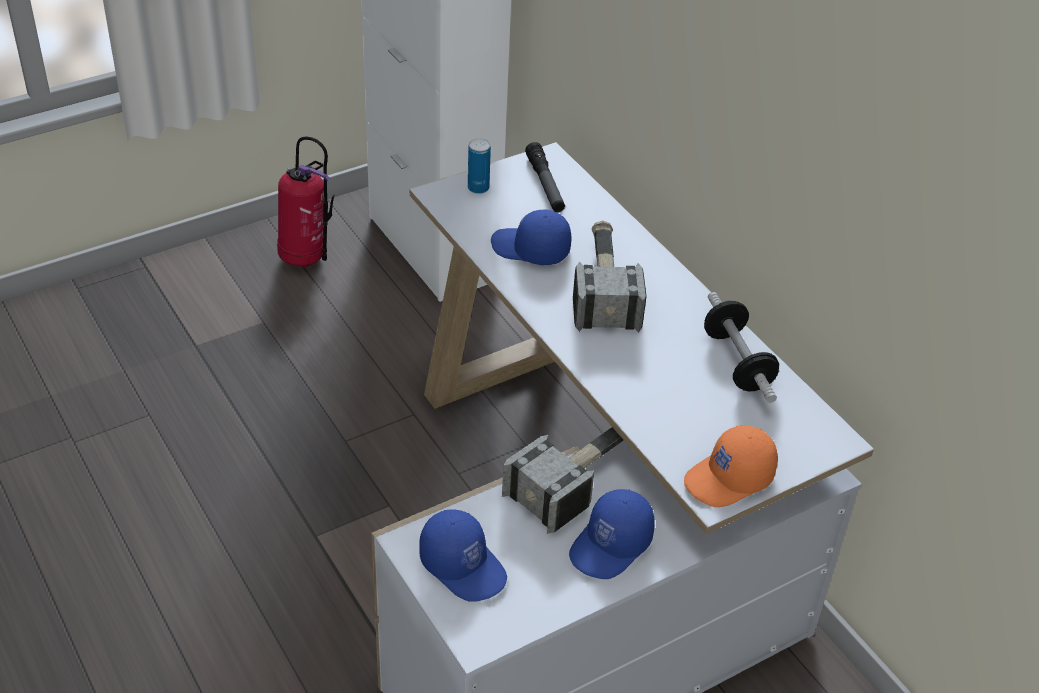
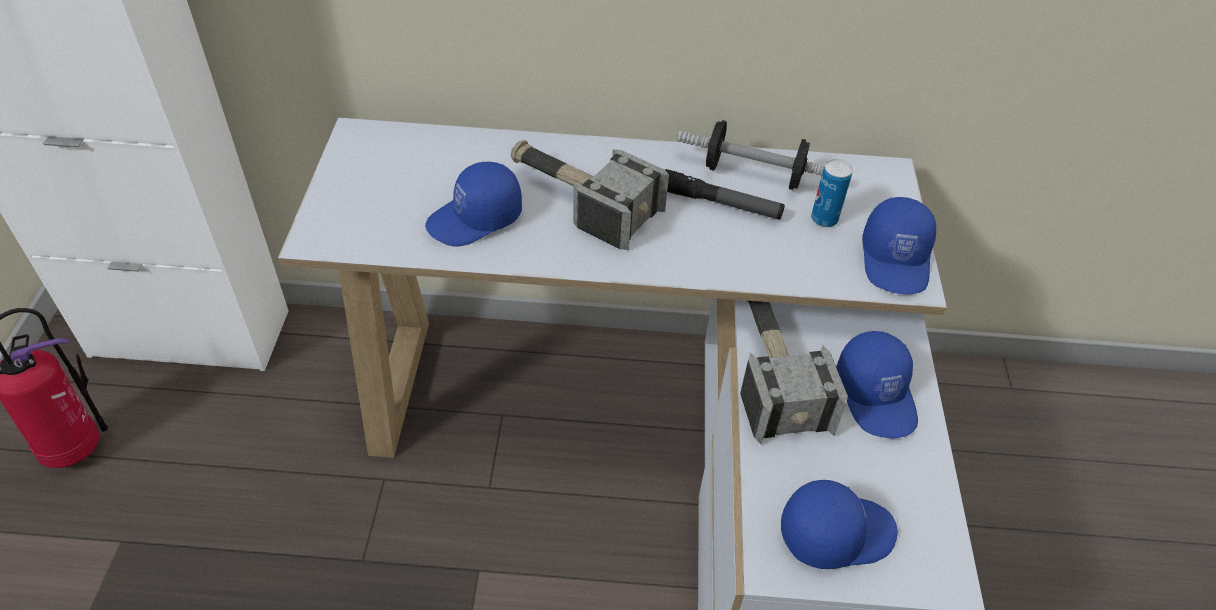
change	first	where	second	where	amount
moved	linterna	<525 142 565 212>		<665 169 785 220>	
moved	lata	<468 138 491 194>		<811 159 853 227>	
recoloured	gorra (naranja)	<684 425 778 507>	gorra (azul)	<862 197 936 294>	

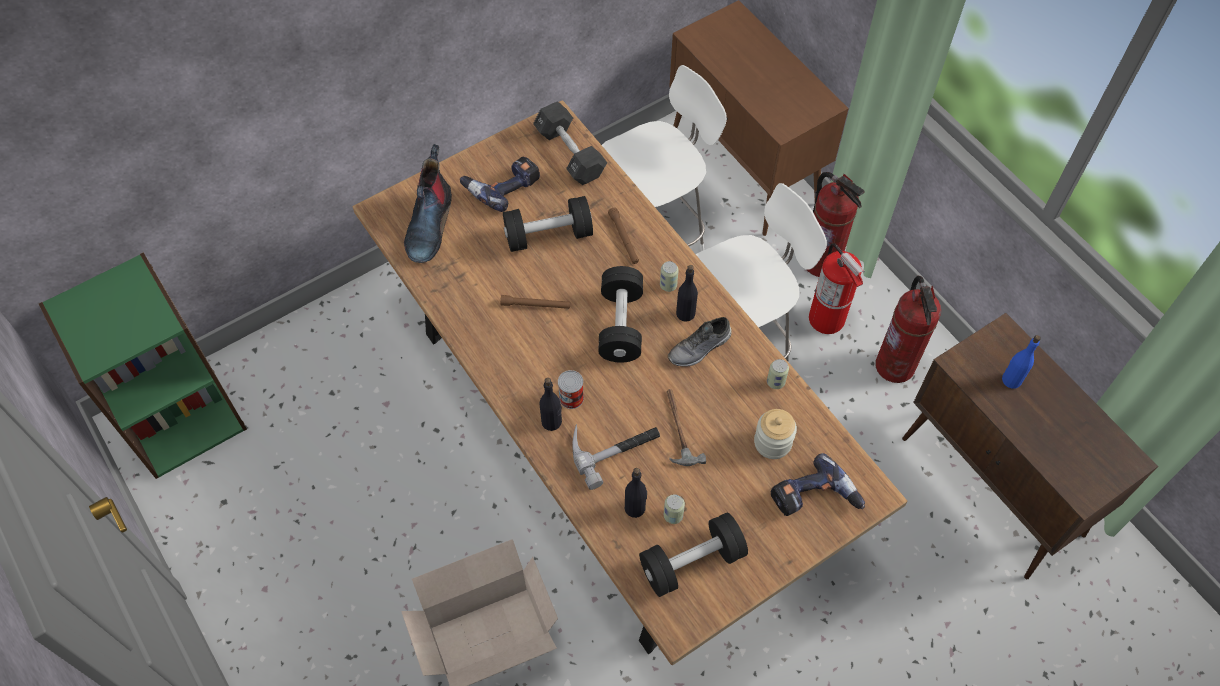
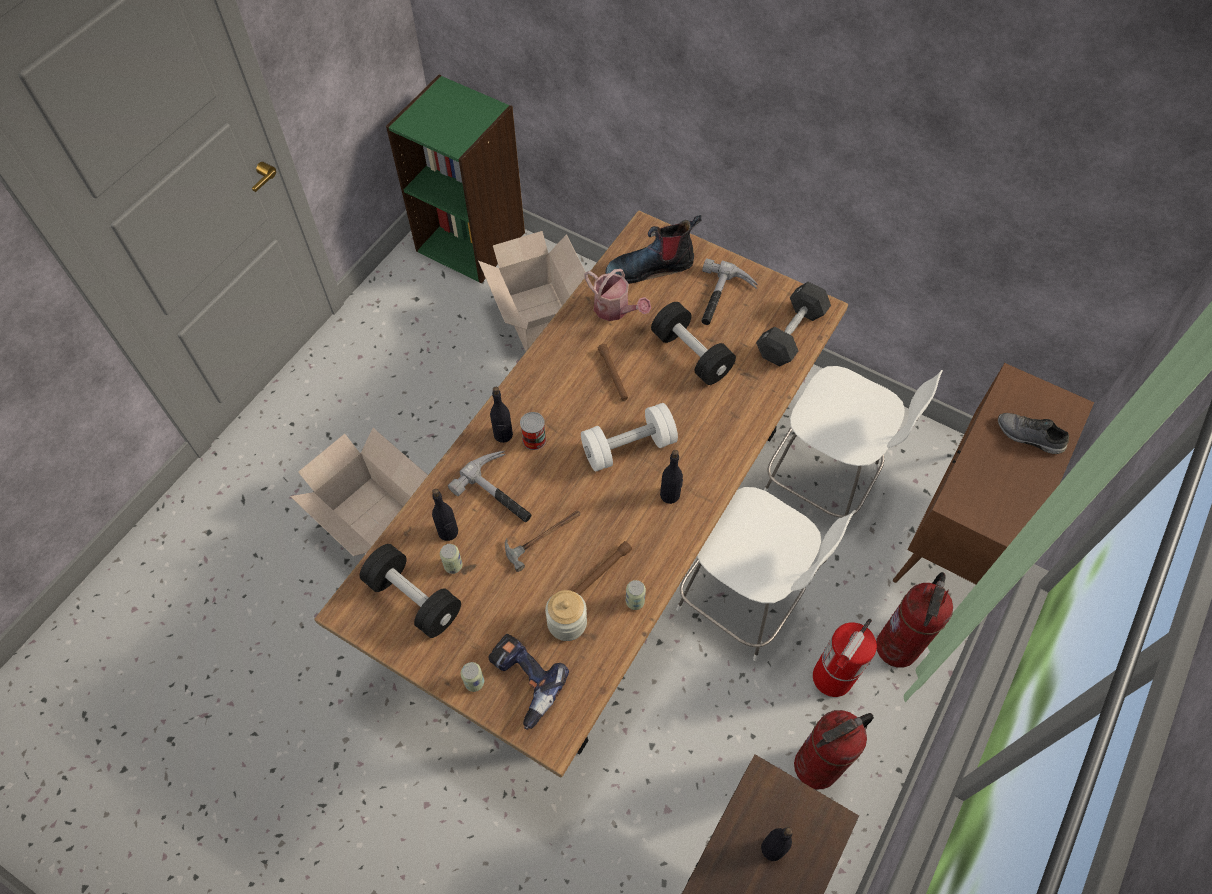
change	first	where	second	where	amount
moved	lata	<660 261 679 292>		<461 662 484 692>	
added			caja de cartón	<478 231 586 351>	
moved	linterna (marrón)	<608 208 639 264>		<573 541 632 595>	
recoloured	mancuerna (negro)	<598 266 643 363>	mancuerna (blanco)	<581 403 678 472>	
added			regadera	<584 269 651 321>	
replaced	taladro	<460 157 540 212>	martillo	<701 258 758 325>	
recoloured	botella (azul)	<1002 335 1041 389>	botella (negro)	<761 827 792 861>	
moved	zapato (gris)	<668 317 732 367>		<998 413 1069 454>	

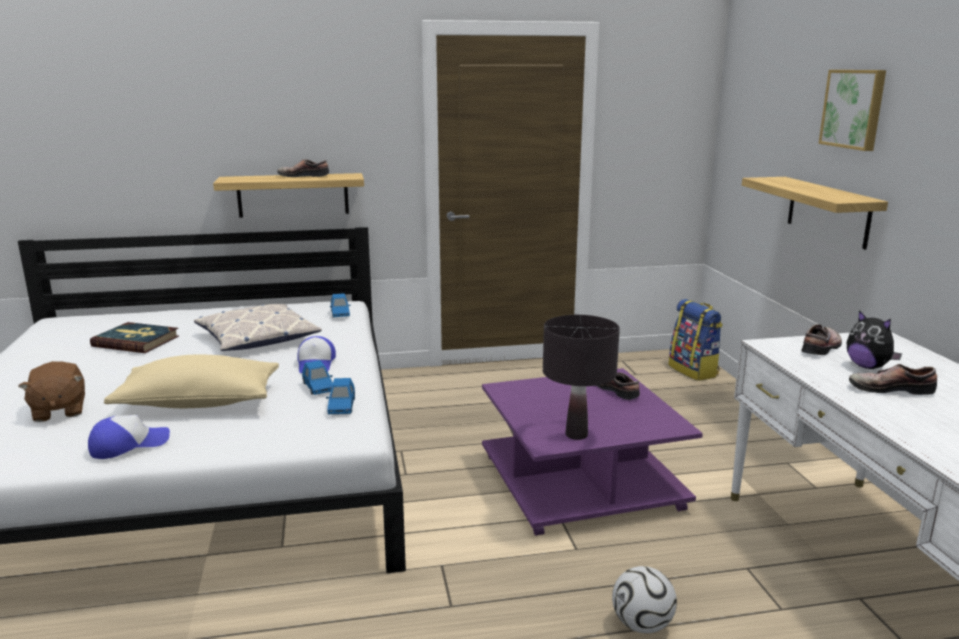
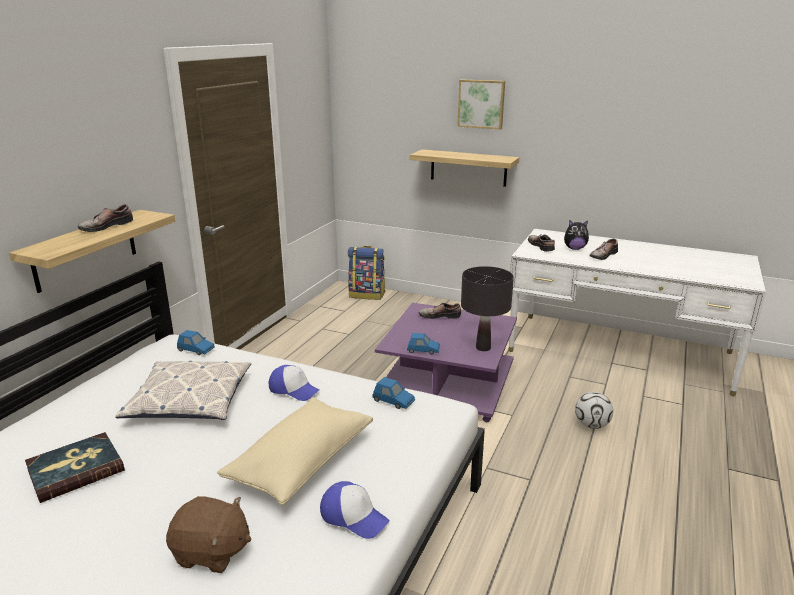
change	first	where	second	where	amount
turned	gorra	<88 415 170 459>		<320 481 390 539>	120 degrees clockwise
moved	coche de juguete (azul)	<302 360 333 395>		<407 333 440 354>	

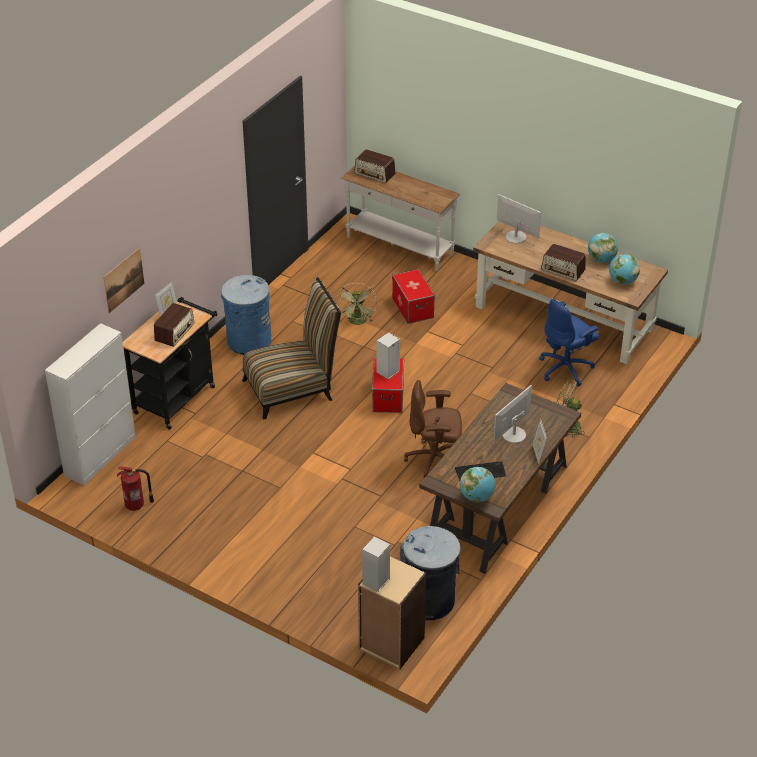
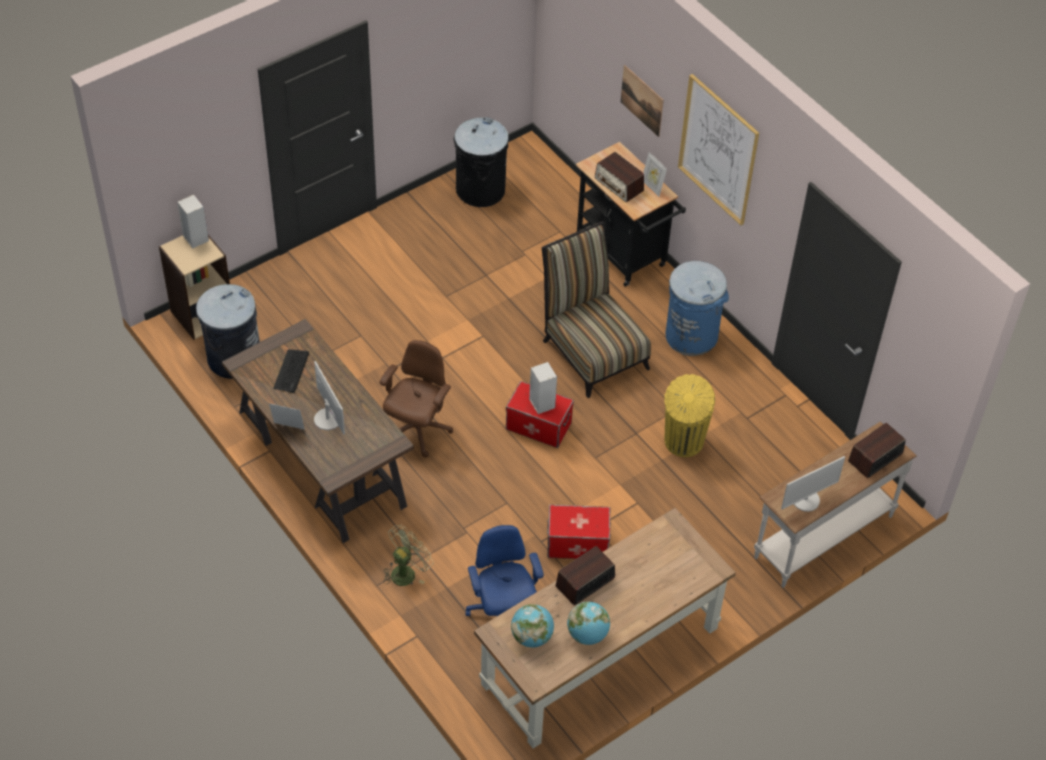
change	first	where	second	where	amount
replaced	extintor	<117 467 154 511>	papelera (negro)	<454 117 508 207>	
turned	silla	<242 277 341 420>		<541 221 651 398>	150 degrees clockwise
moved	caja de almacenaje	<392 269 435 324>		<547 505 611 559>	
replaced	ventilador (verde)	<337 283 377 325>	papelera (amarillo)	<664 374 715 457>	
added			cuadro	<678 74 759 225>	
moved	monitor	<497 194 541 244>		<781 456 845 512>	
removed	armario (blanco)	<45 323 136 485>			
removed	globo terráqueo	<460 467 495 502>			

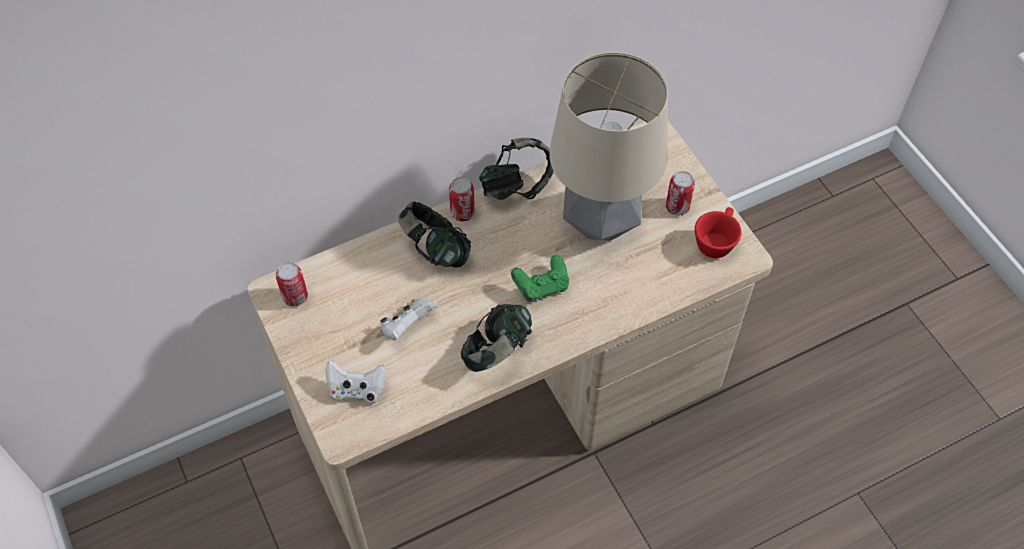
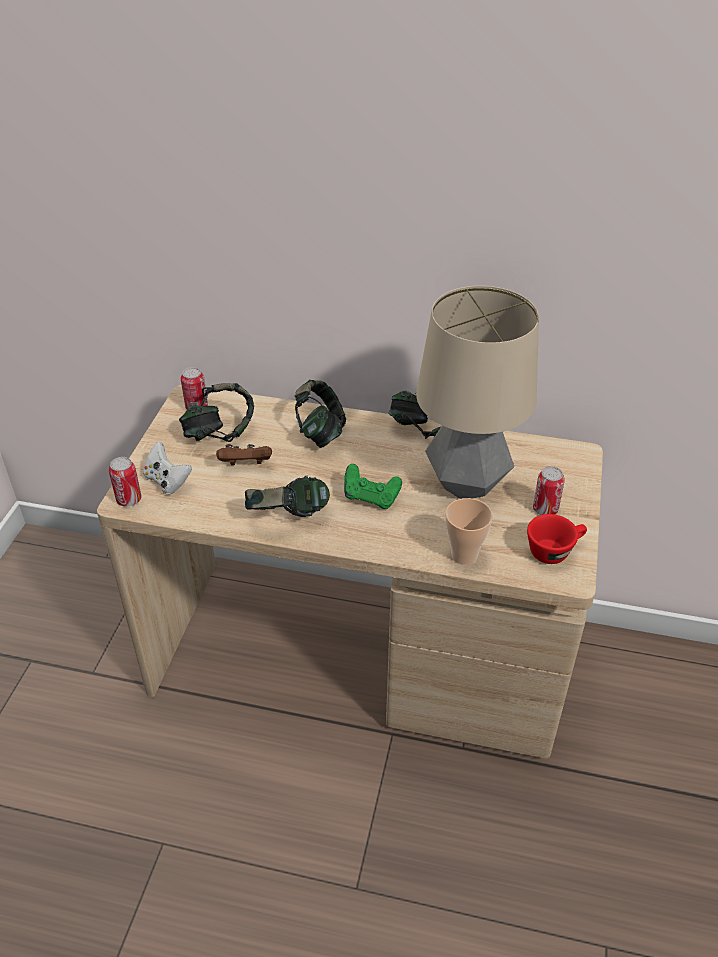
change	first	where	second	where	amount
moved	lata	<449 177 475 221>		<109 457 142 506>	
added			auriculares	<179 383 254 442>	
recoloured	mando de consola (blanco)	<380 298 437 340>	mando de consola (marrón)	<216 444 272 465>	
added			taza	<445 498 493 565>	

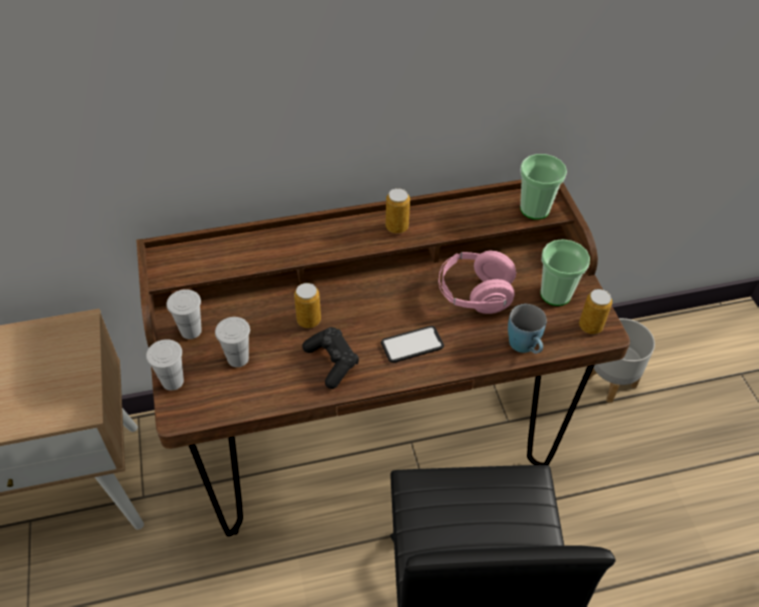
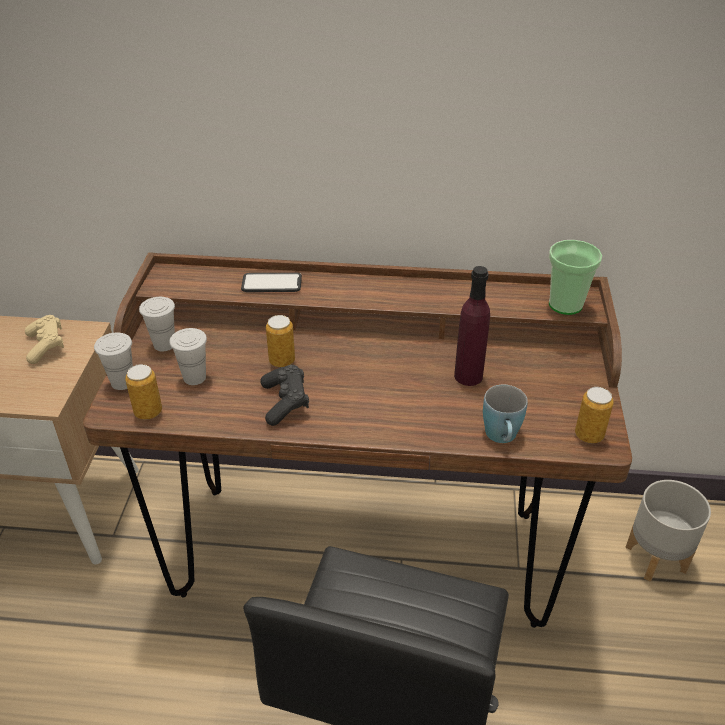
change	first	where	second	where	amount
added			mando de consola (beis)	<25 315 64 364>	
moved	lata	<386 188 410 234>		<125 364 162 420>	
moved	móvil	<381 326 444 363>		<241 273 302 292>	
replaced	auriculares (rosa)	<439 251 516 314>	botella (morado)	<454 266 490 386>	
removed	taza	<540 239 590 306>			

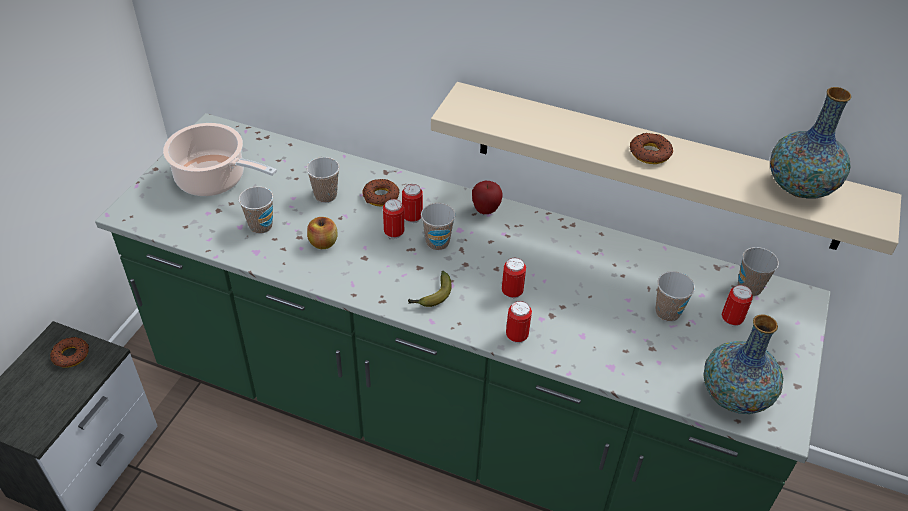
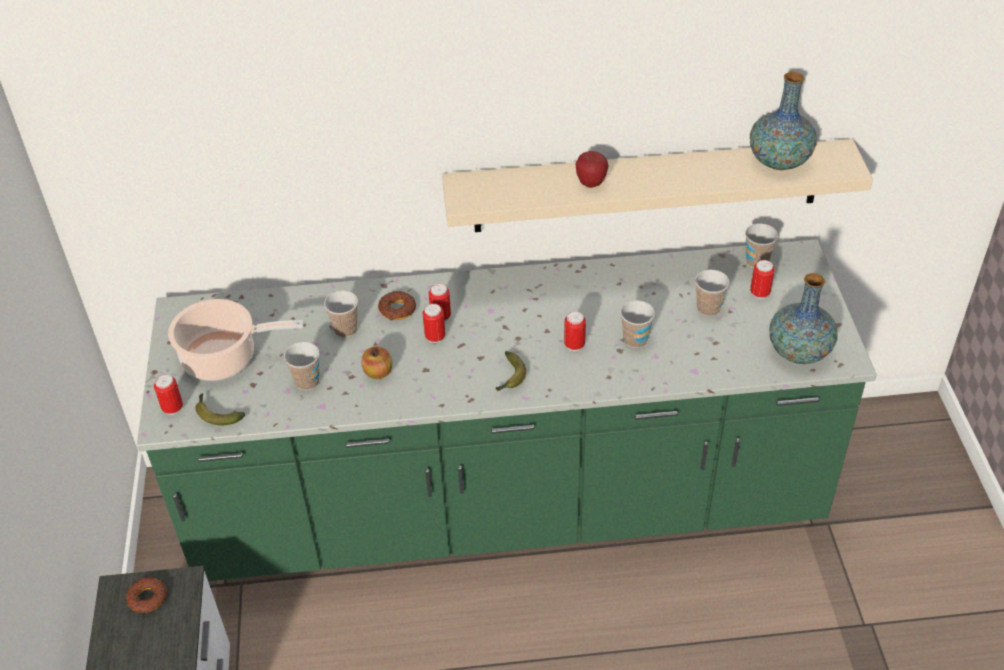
change	first	where	second	where	amount
moved	lata	<506 301 532 343>		<154 374 183 415>	
added			plátano	<196 393 245 425>	
moved	manzana	<472 180 503 214>		<575 151 608 188>	
moved	taza	<421 203 456 251>		<620 300 655 348>	
removed	rosquilla	<630 133 673 164>			

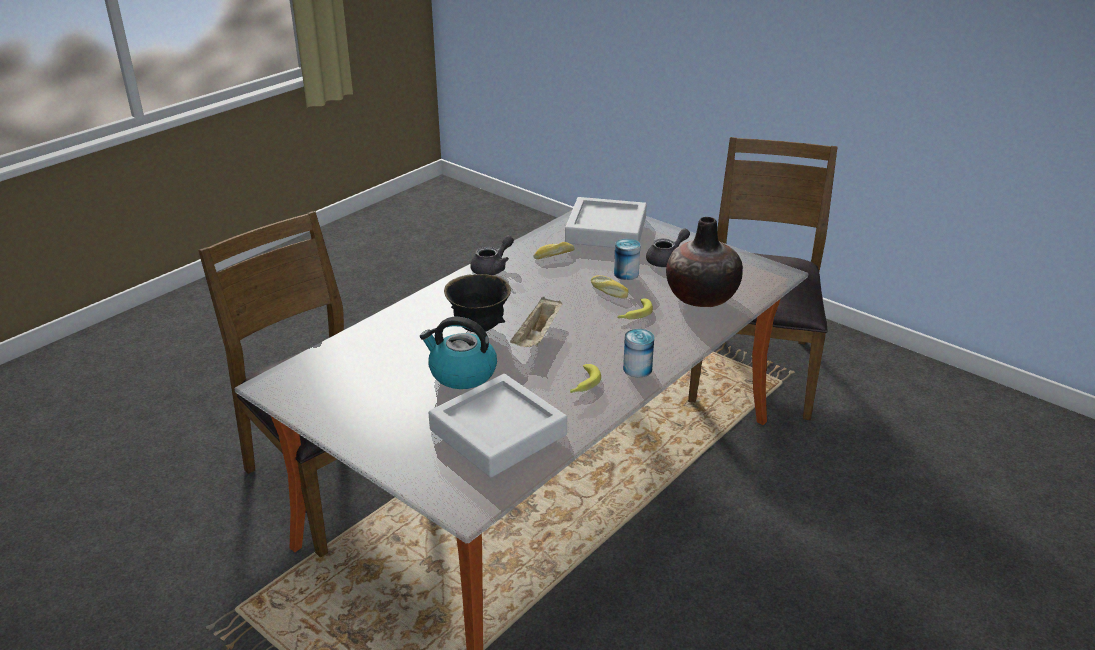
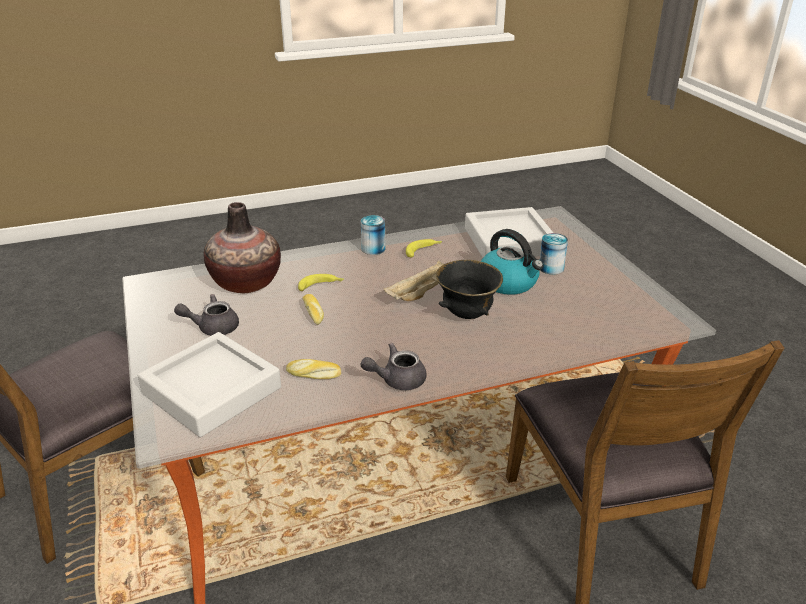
change	first	where	second	where	amount
moved	lata	<614 239 640 280>		<540 233 568 275>	

